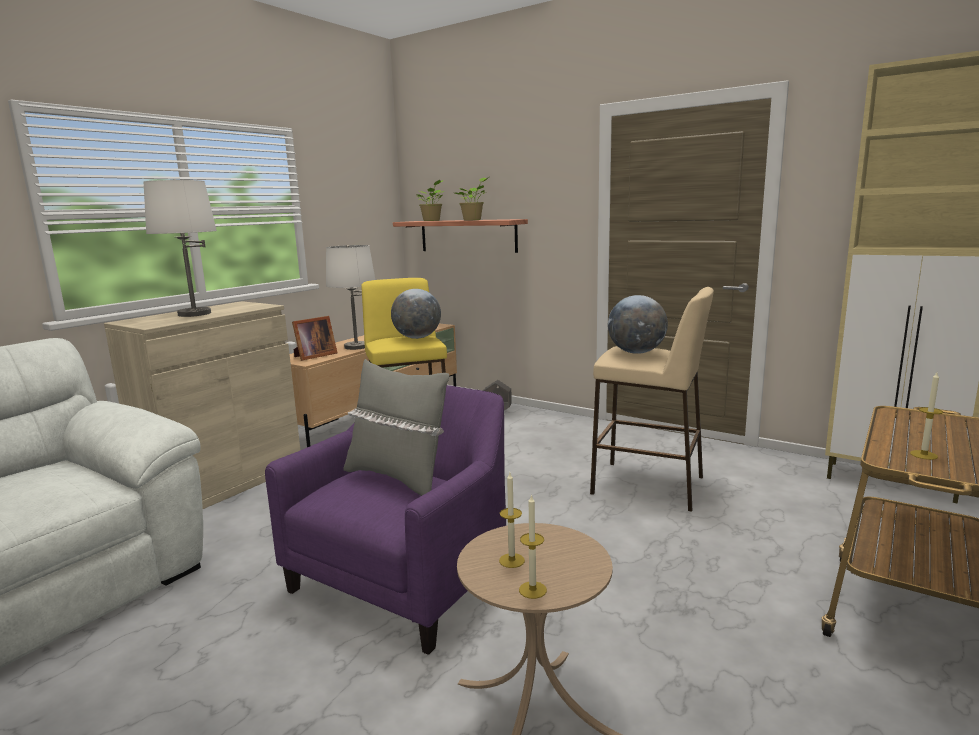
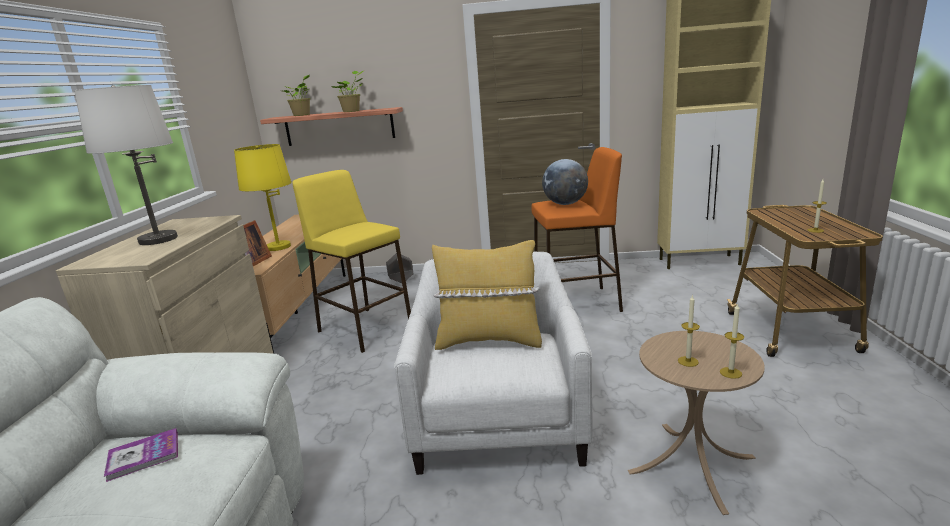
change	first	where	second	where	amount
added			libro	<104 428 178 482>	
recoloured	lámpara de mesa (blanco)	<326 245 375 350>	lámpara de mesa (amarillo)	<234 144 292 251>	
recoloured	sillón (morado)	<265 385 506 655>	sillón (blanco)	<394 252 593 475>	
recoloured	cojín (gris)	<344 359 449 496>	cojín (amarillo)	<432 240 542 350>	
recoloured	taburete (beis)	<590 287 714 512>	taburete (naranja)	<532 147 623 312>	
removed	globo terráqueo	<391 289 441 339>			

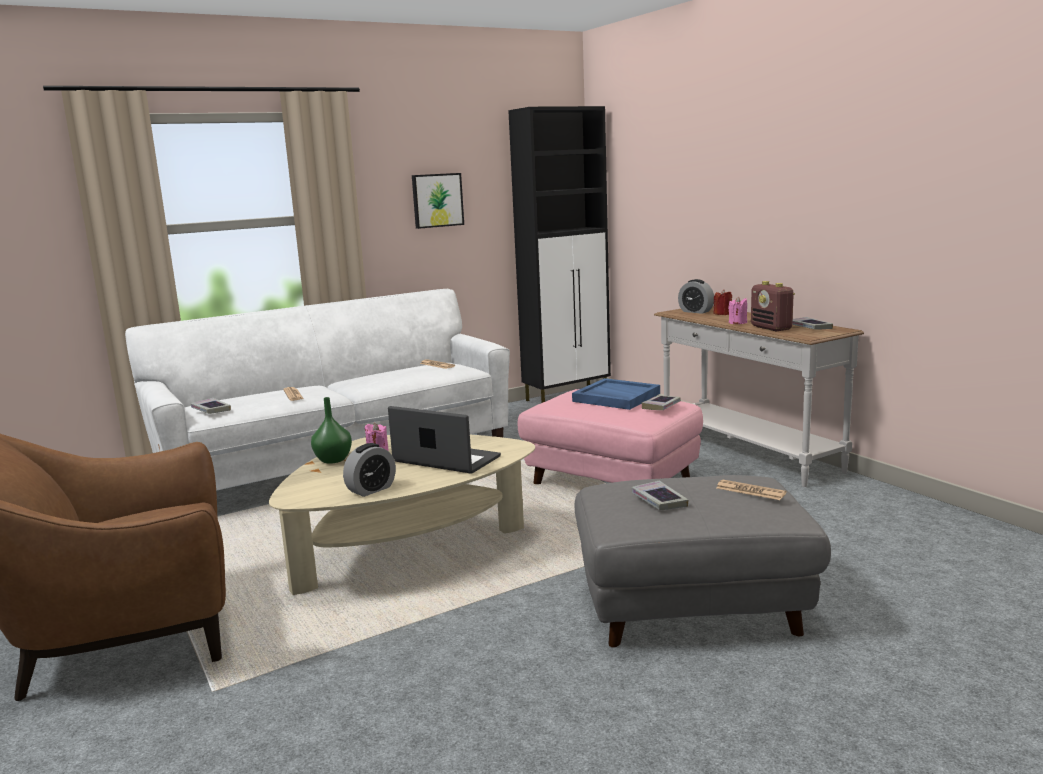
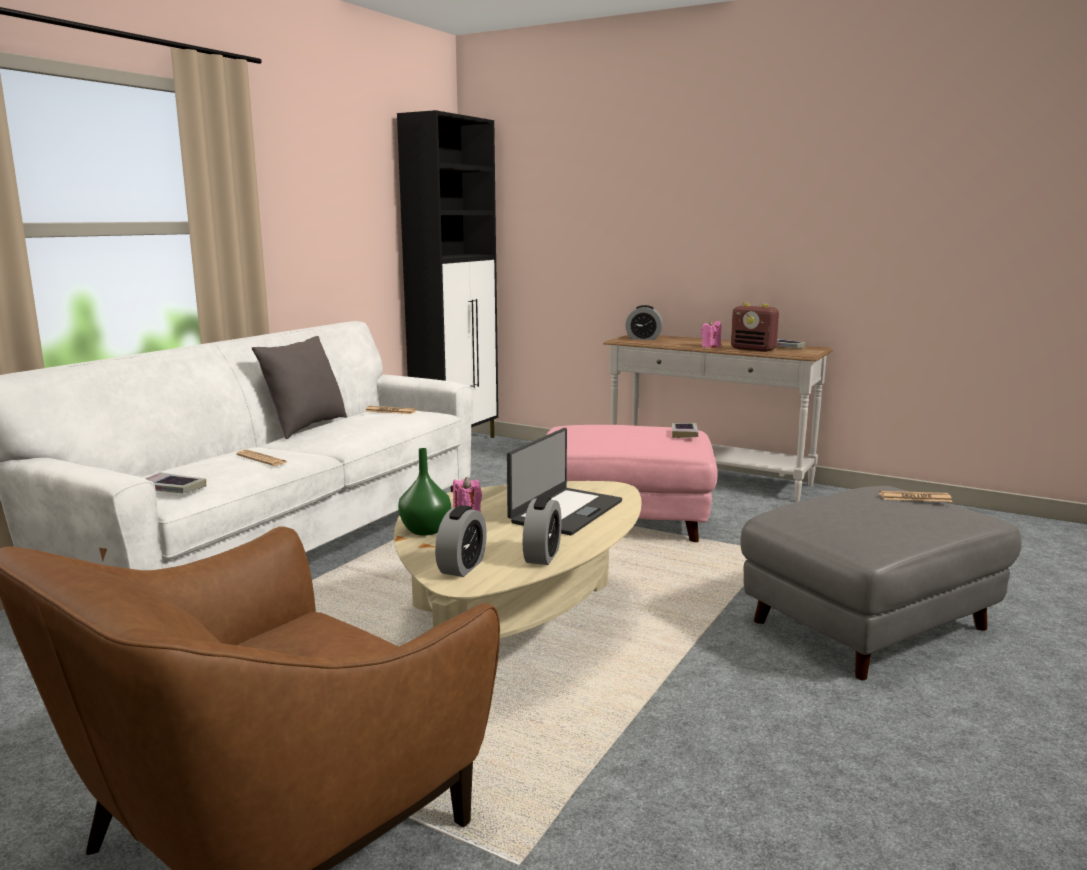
change	first	where	second	where	amount
added			cojín (gris)	<252 336 347 439>	
added			despertador	<435 505 487 577>	
turned	portátil	<388 406 501 474>		<507 428 622 535>	120 degrees clockwise
removed	cuadro	<412 173 464 229>			
removed	bandeja (azul)	<572 378 660 410>			
removed	libro	<632 481 688 510>			
removed	vela (rojo)	<713 289 732 315>			

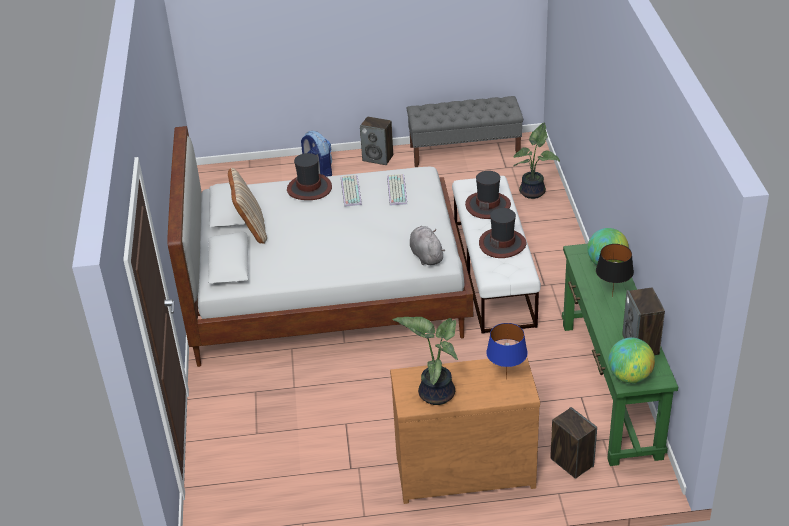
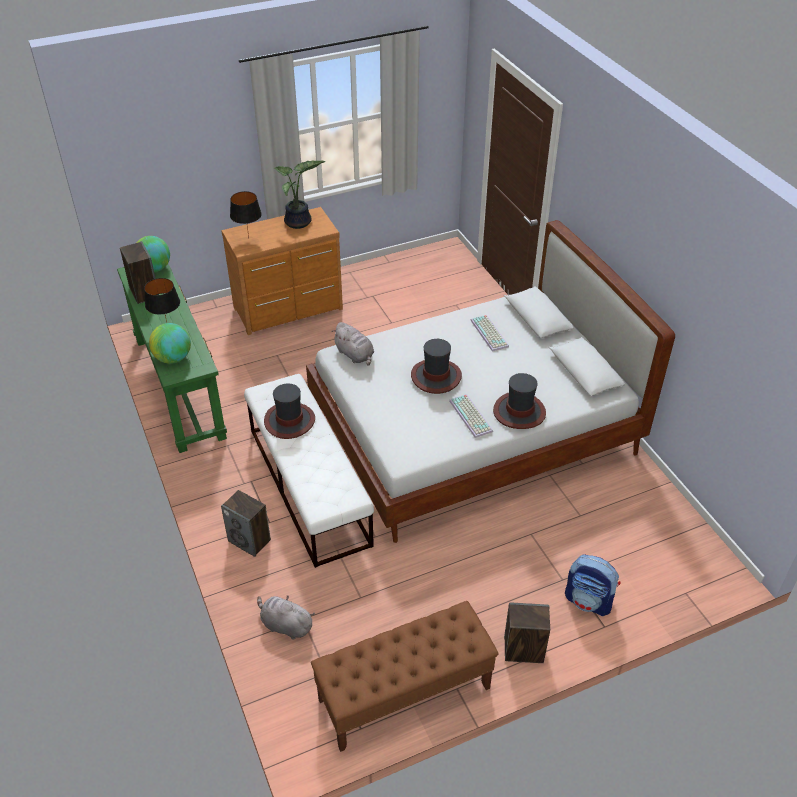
change	first	where	second	where	amount
moved	altavoz	<550 407 597 479>		<221 490 271 557>	
recoloured	lámpara de mesa (azul)	<486 323 528 380>	lámpara de mesa (negro)	<230 191 262 237>	
replaced	planta en maceta	<513 123 560 199>	peluche (gris)	<257 595 315 640>	
recoloured	banco (gris)	<407 96 523 167>	banco (marrón)	<311 601 498 752>	
moved	sombrero	<465 171 511 219>		<411 339 462 394>	
moved	teclado	<387 174 407 205>		<470 315 509 352>	
removed	cojín (beis)	<228 168 267 243>			

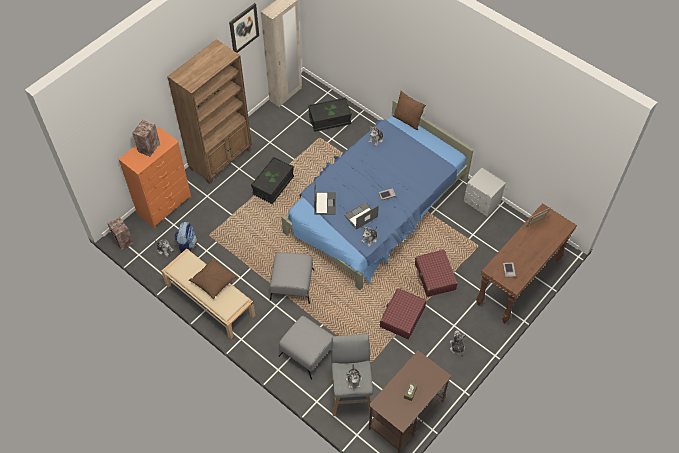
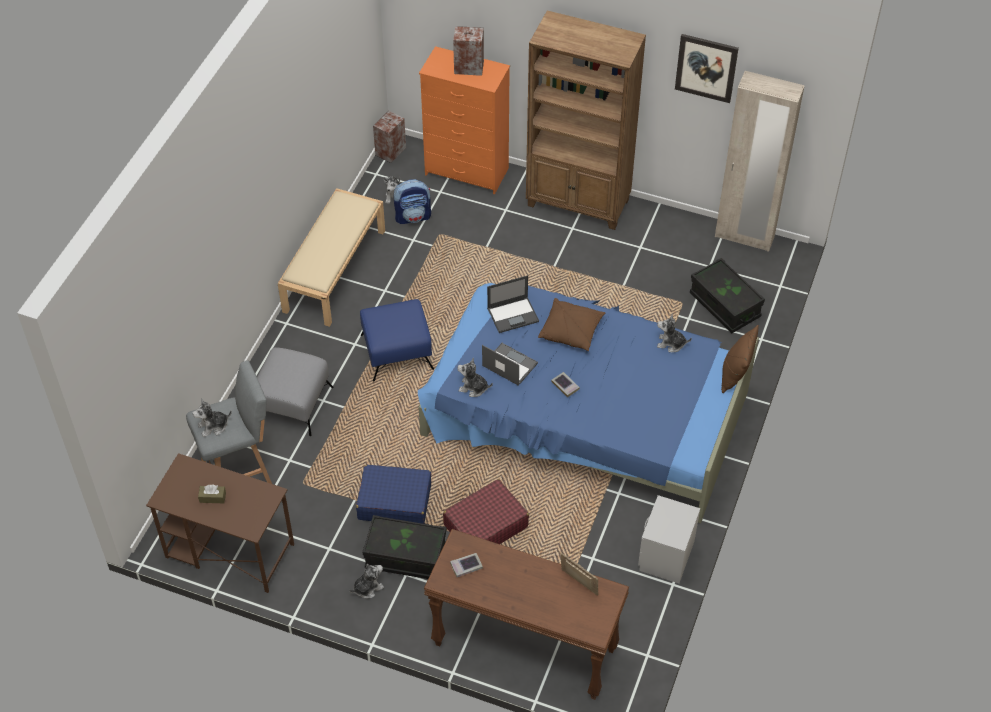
change	first	where	second	where	amount
recoloured	maleta (rojo)	<380 288 426 339>	maleta (azul)	<356 465 431 524>	
recoloured	puf (gris)	<270 252 315 304>	puf (azul)	<360 299 434 381>	
moved	caja de almacenaje (negro)	<251 156 294 204>		<362 515 447 579>	
moved	cojín (marrón)	<189 258 237 299>		<538 298 605 351>	

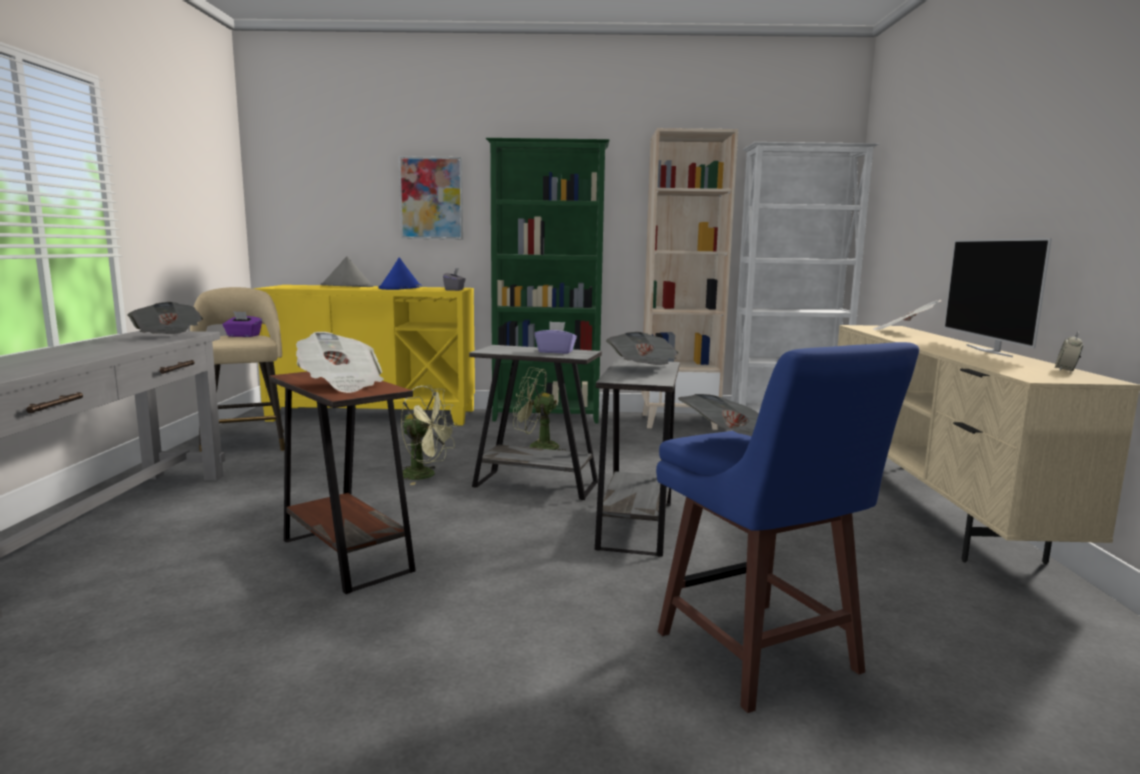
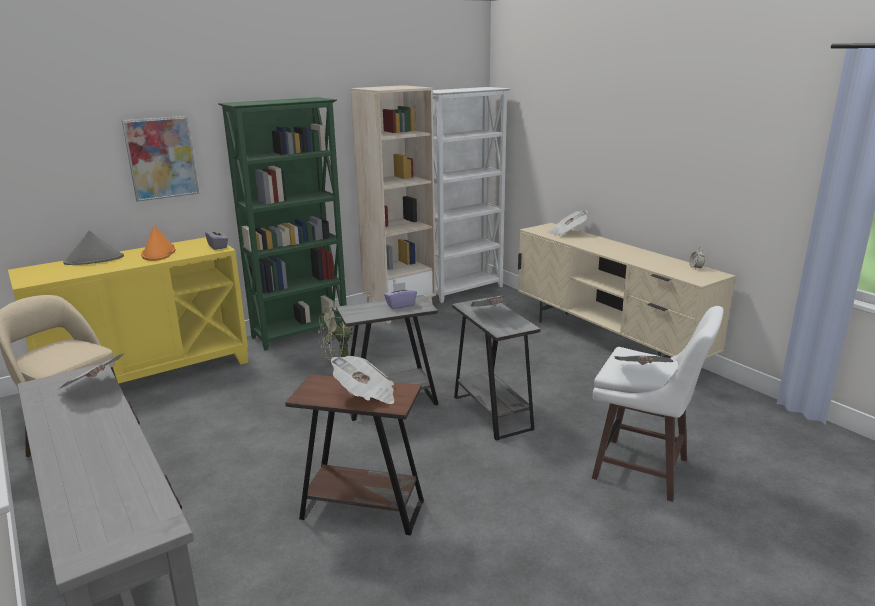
change	first	where	second	where	amount
recoloured	sombrero (azul)	<378 257 422 290>	sombrero (naranja)	<141 225 176 261>	
recoloured	taburete (azul)	<656 342 919 713>	taburete (blanco)	<592 306 723 502>	
removed	caja de pañuelos (morado)	<223 311 262 337>			
removed	ventilador (verde)	<400 385 458 485>			
removed	televisor	<944 238 1052 357>			

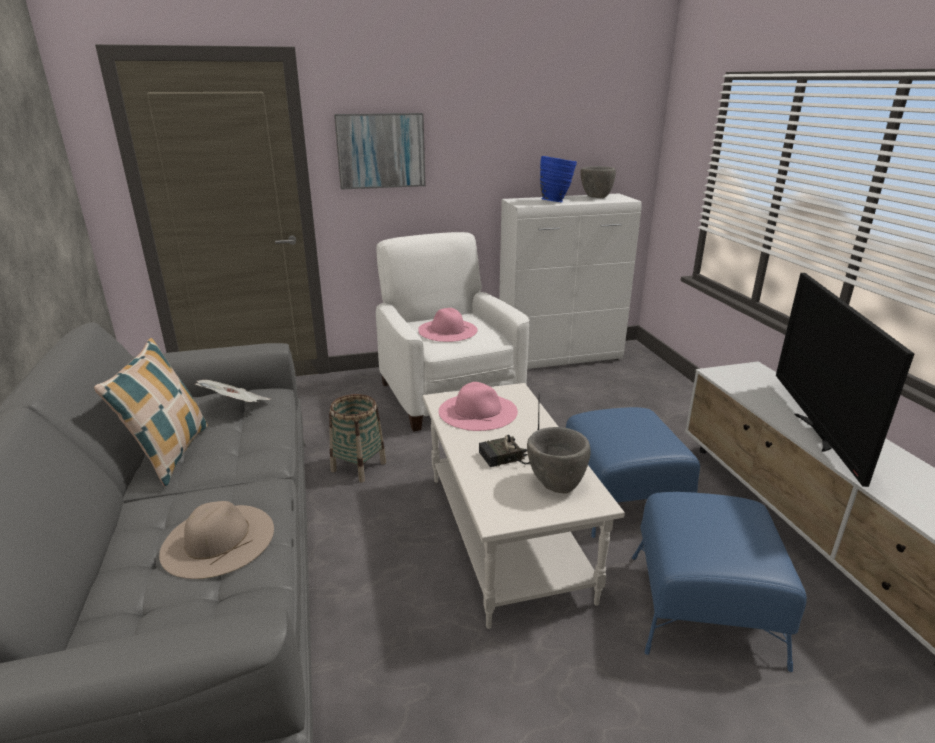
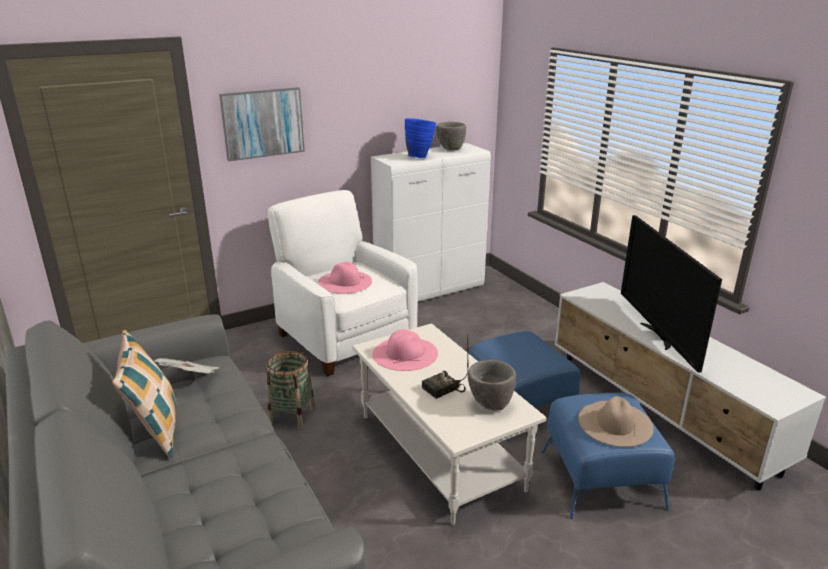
change	first	where	second	where	amount
moved	sombrero (beis)	<159 501 274 579>		<578 396 654 447>	

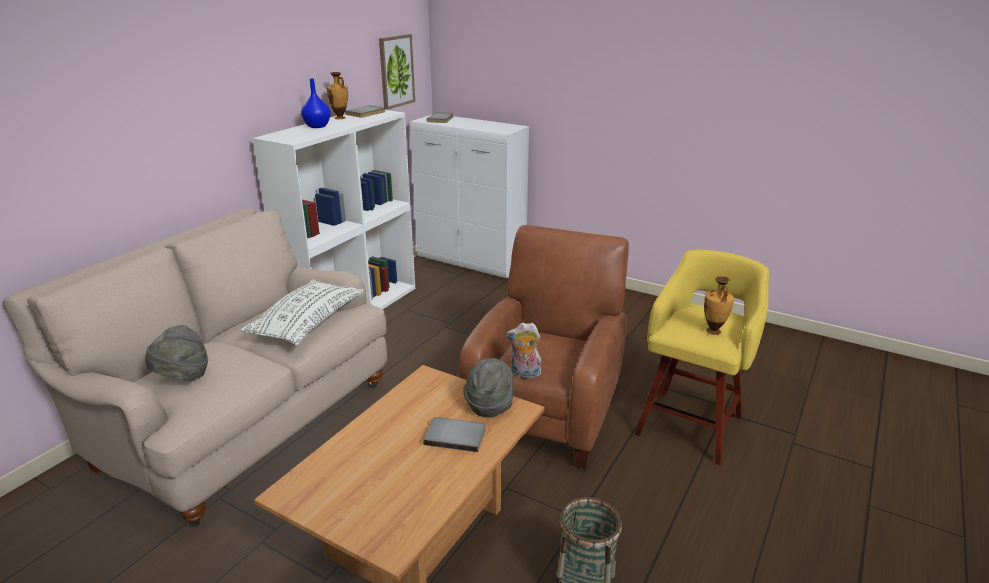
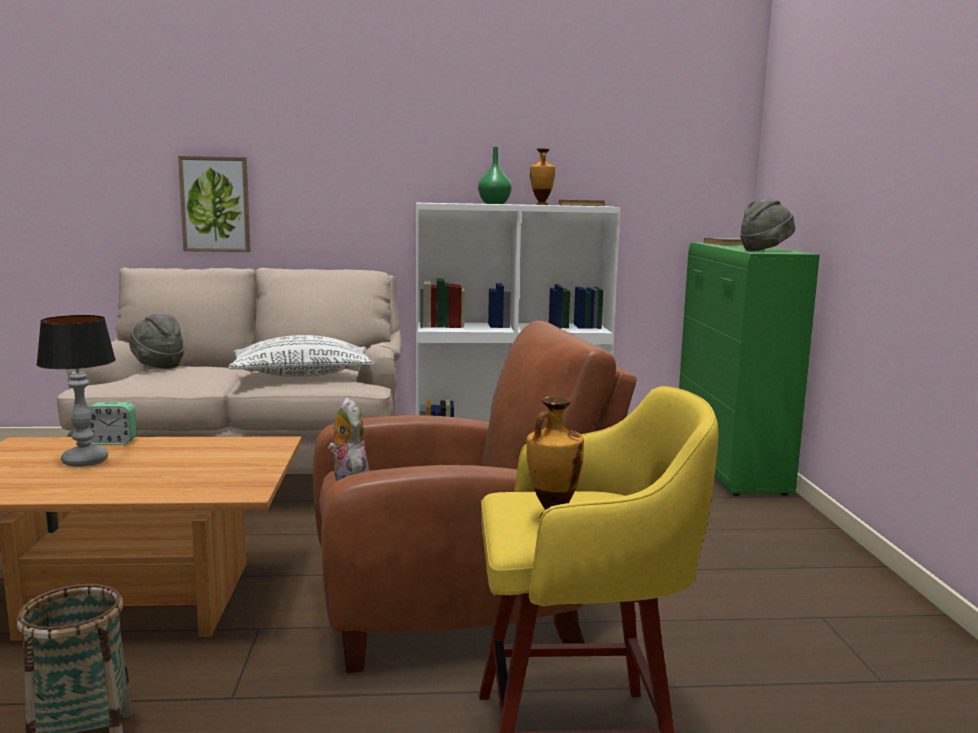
change	first	where	second	where	amount
added			lámpara de mesa	<36 315 116 467>	
added			despertador	<88 402 136 445>	
moved	cuadro	<379 34 415 110>		<178 156 251 252>	
recoloured	florero (azul)	<301 79 331 128>	florero (verde)	<478 147 512 204>	
recoloured	armario (blanco)	<410 115 529 279>	armario (verde)	<679 242 820 496>	
moved	sombrero (gris)	<464 358 513 418>		<740 199 795 251>	
removed	libro (gris)	<423 417 486 452>			

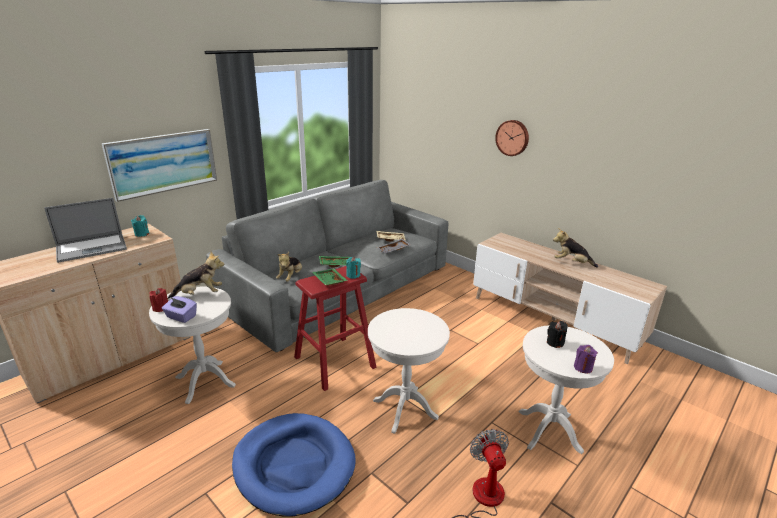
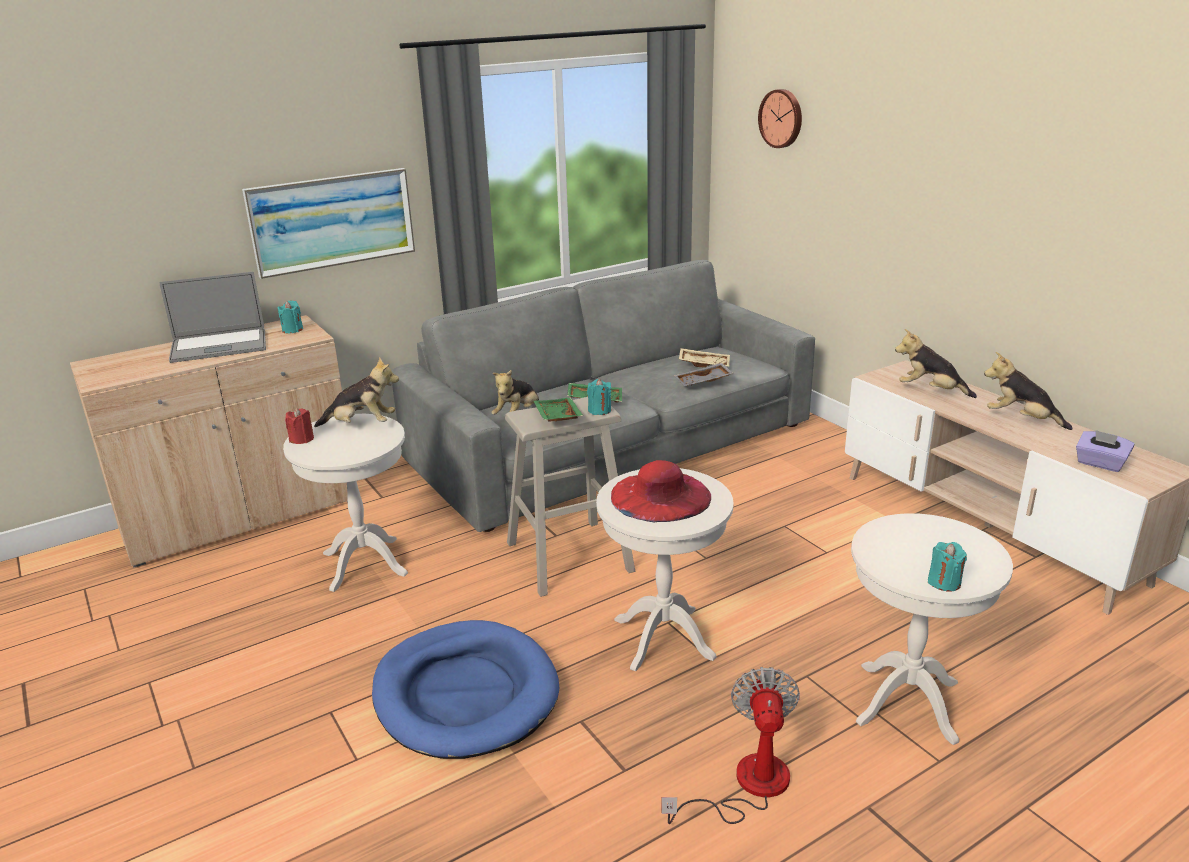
change	first	where	second	where	amount
recoloured	taburete (rojo)	<294 266 376 391>	taburete (beis)	<505 397 635 597>	
added			sombrero (rojo)	<611 460 711 523>	
moved	reloj de pared	<495 120 529 156>		<758 89 802 148>	
added			peluche	<895 329 977 398>	
recoloured	vela (morado)	<574 345 598 374>	vela (turquesa)	<928 542 967 591>	
moved	caja de pañuelos (morado)	<162 296 197 323>		<1076 430 1135 472>	
removed	vela (negro)	<547 321 568 348>			

